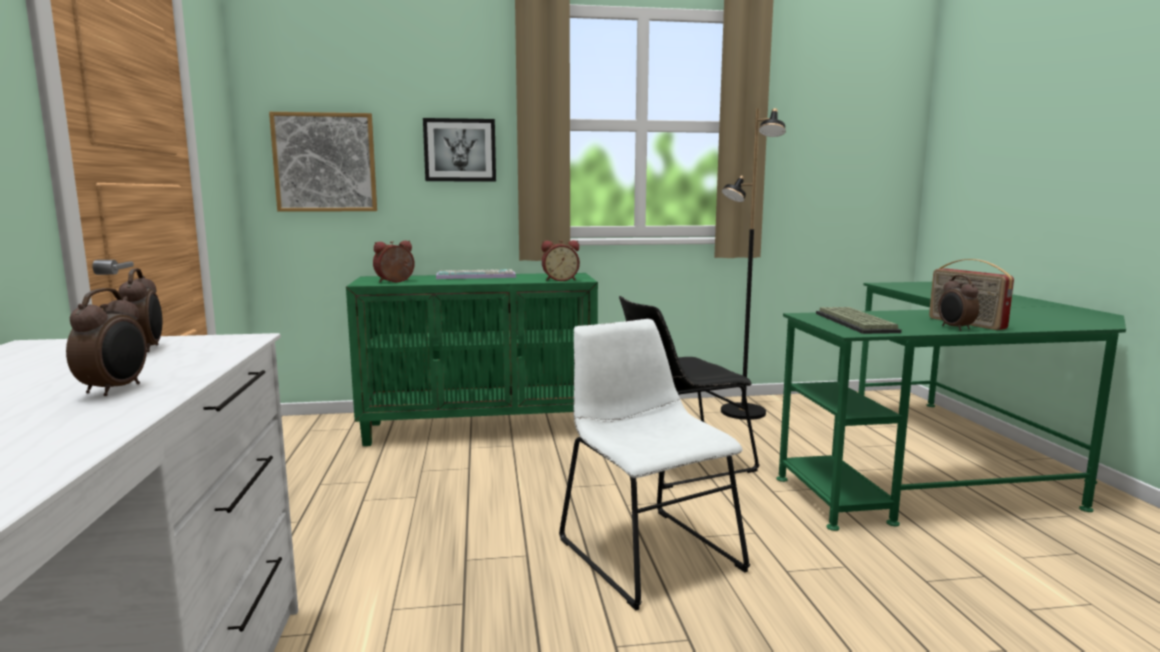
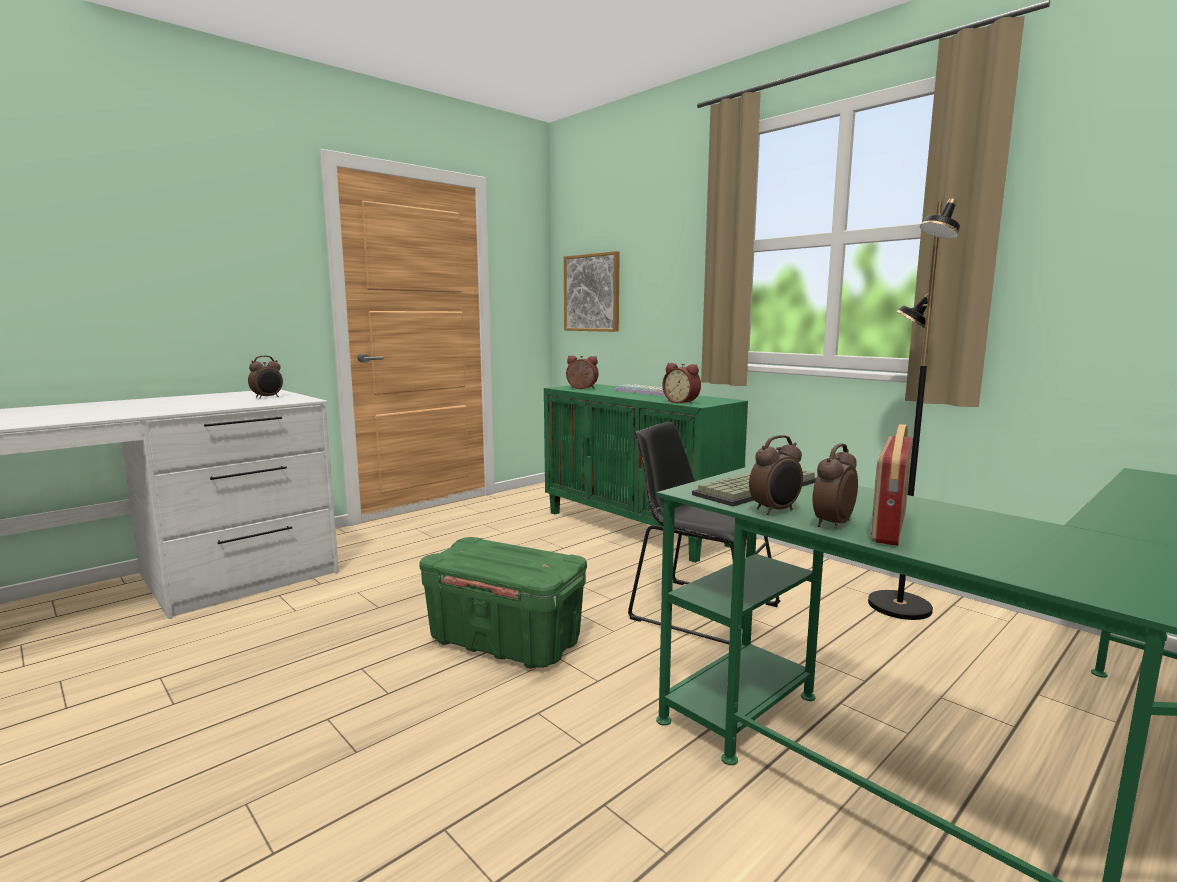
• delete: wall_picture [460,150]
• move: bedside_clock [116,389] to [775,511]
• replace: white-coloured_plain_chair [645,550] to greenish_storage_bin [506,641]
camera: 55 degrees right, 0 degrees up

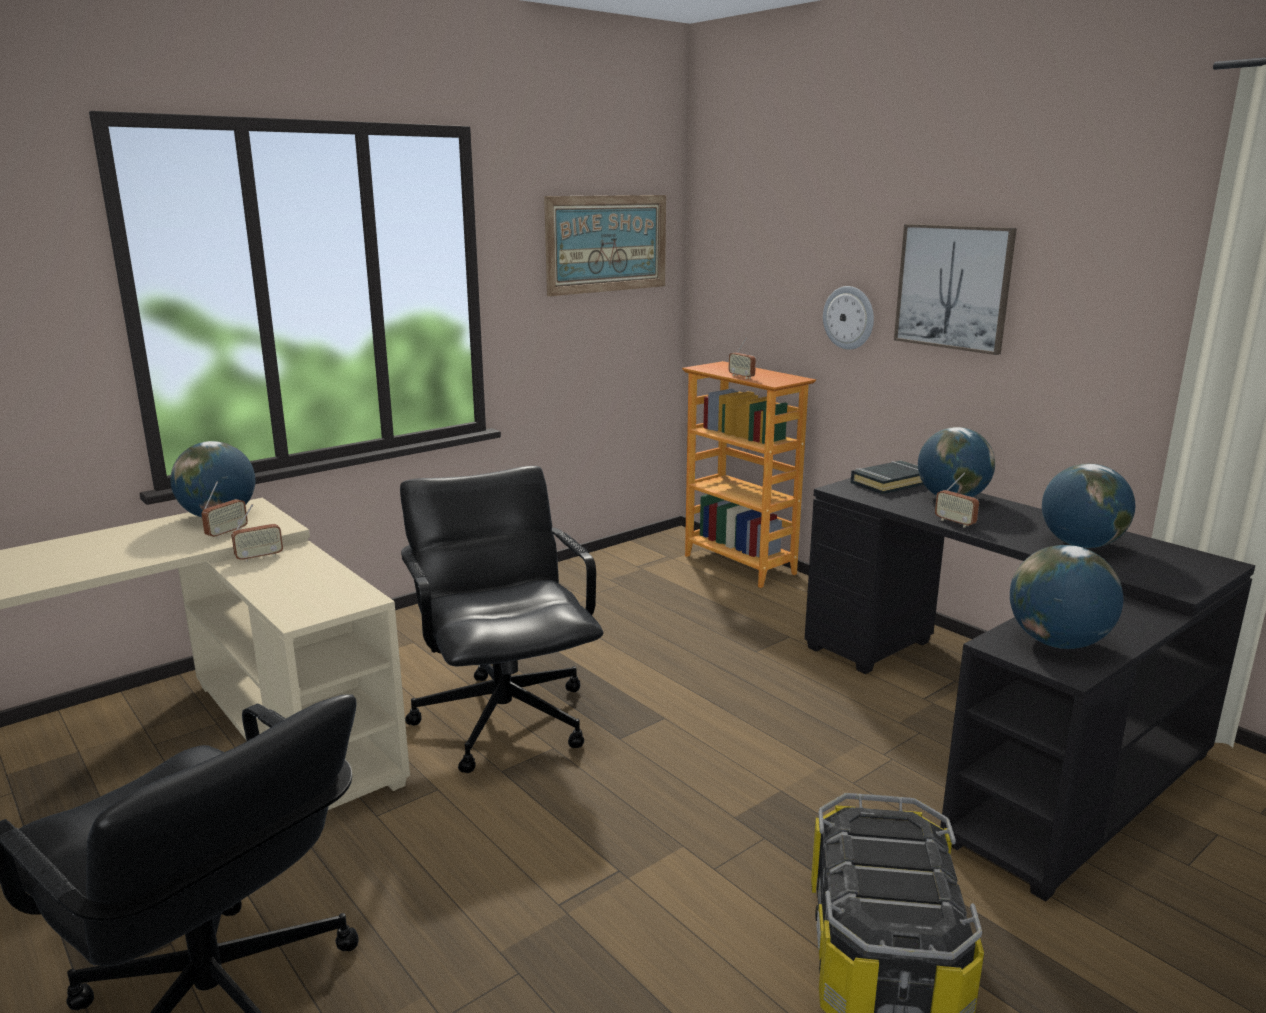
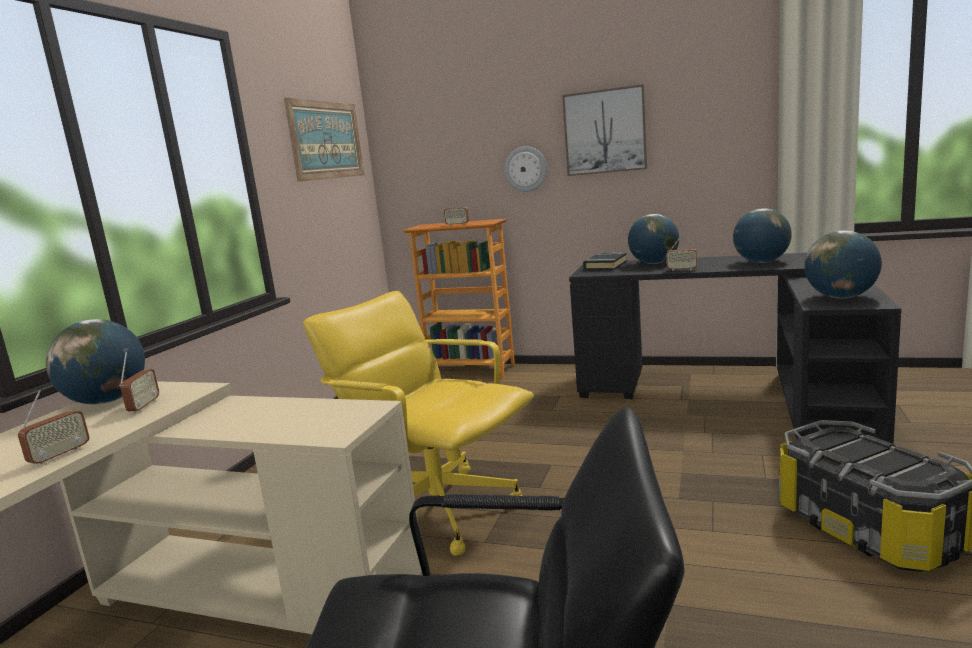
• recolor: black-coloured_office_chair [504,719] to yellowish_office_chair [437,510]
• move: radio [259,557] to [60,456]
camera: 30 degrees left, 5 degrees down

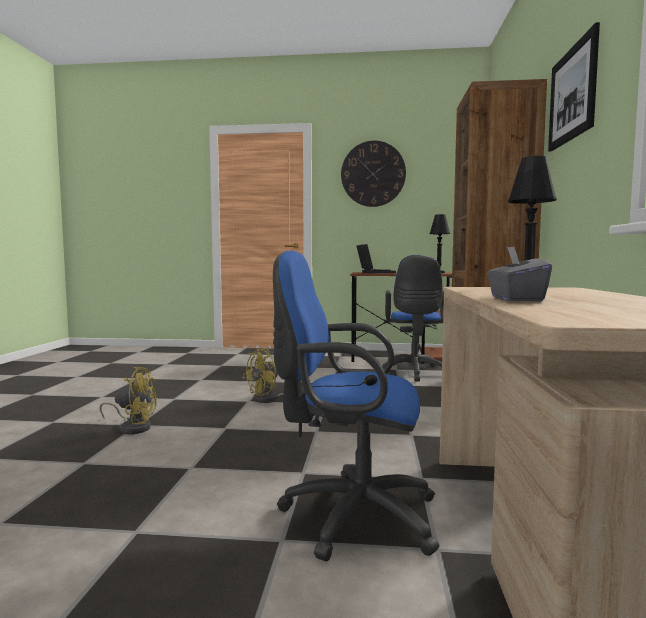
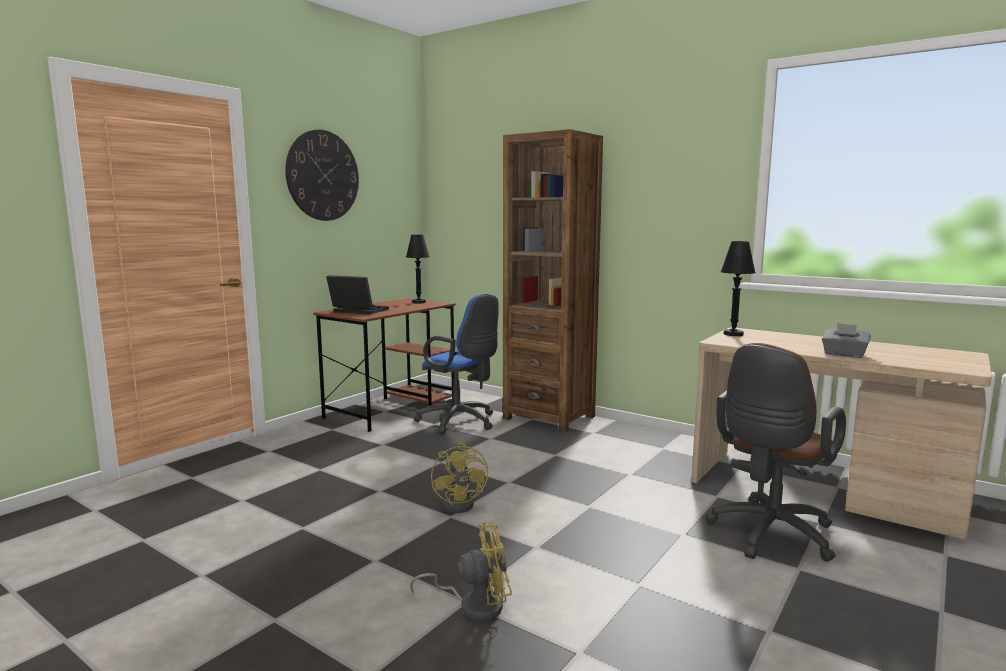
• delete: wall_picture [572,94]
• recolor: blue_office_chair [351,515] to brownish_office_chair [768,535]
• rotate: yellowish_fan [133,427] = [473,605] 45 degrees clockwise
camera: 60 degrees left, 5 degrees up

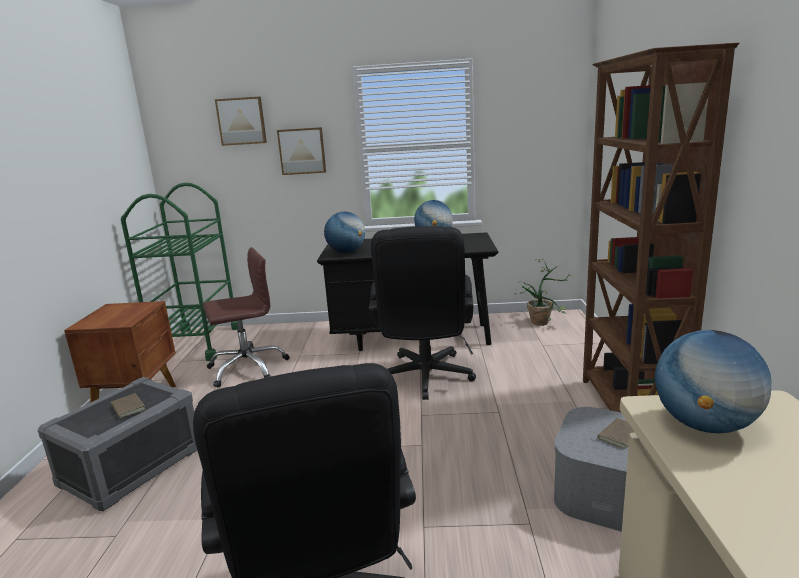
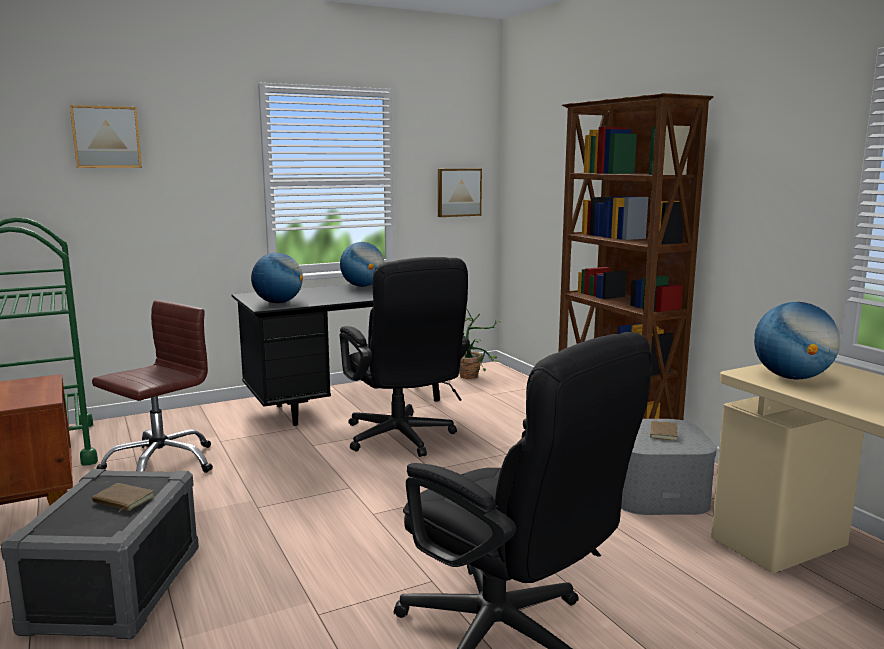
• move: wall_picture [302,151] to [458,192]
camera: 30 degrees left, 5 degrees down

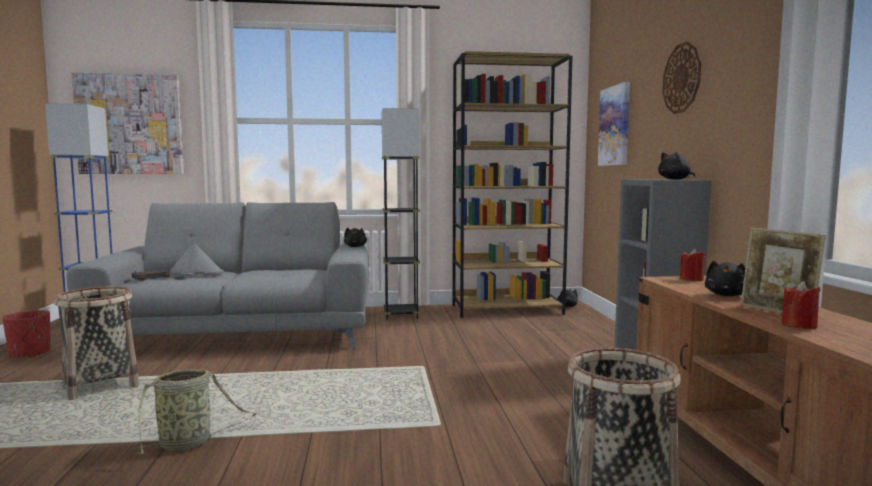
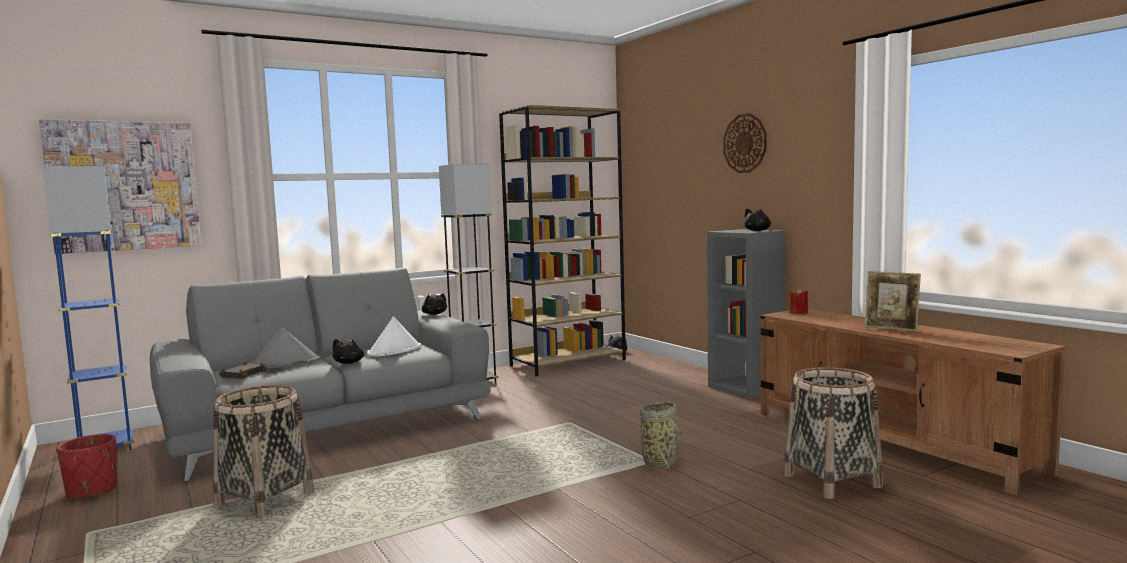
• delete: wall_picture [615,126]
• move: black-coloured_plush_toy [727,295] to [349,362]
• delete: red-coloured_wax_candle [799,325]
• move: household_basket [189,443] to [661,462]
• insert: white-coloured_wearable_hat [395,351]
camera: 25 degrees left, 0 degrees up

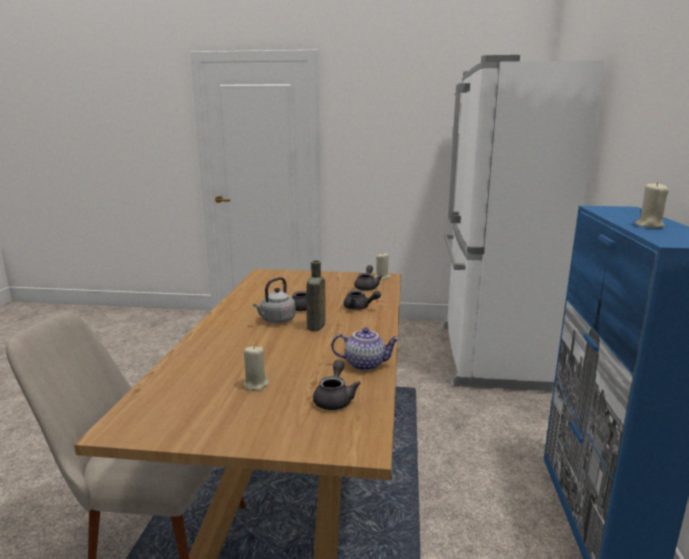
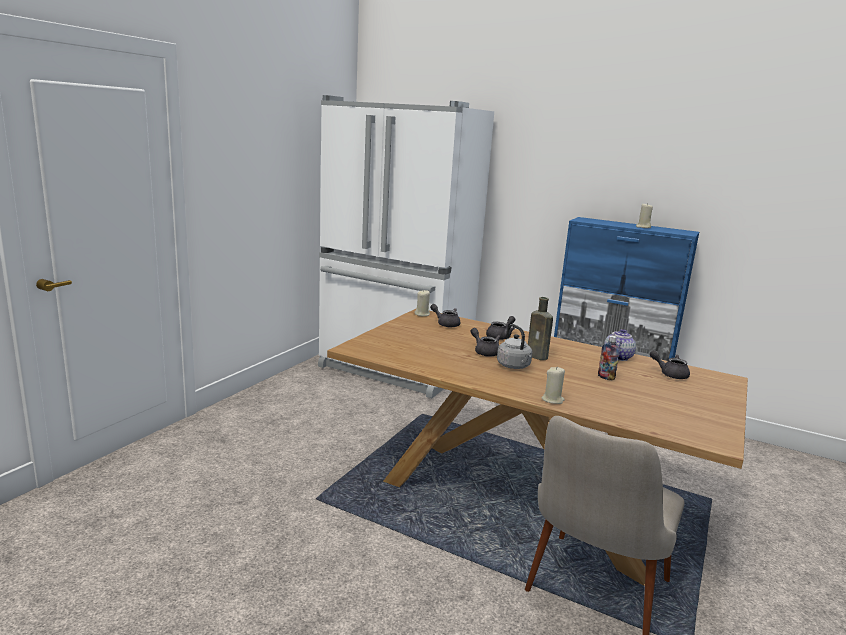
• move: beige_wax_candle [256,384] to [552,400]
• insert: bottle [606,377]
camera: 70 degrees left, 0 degrees up

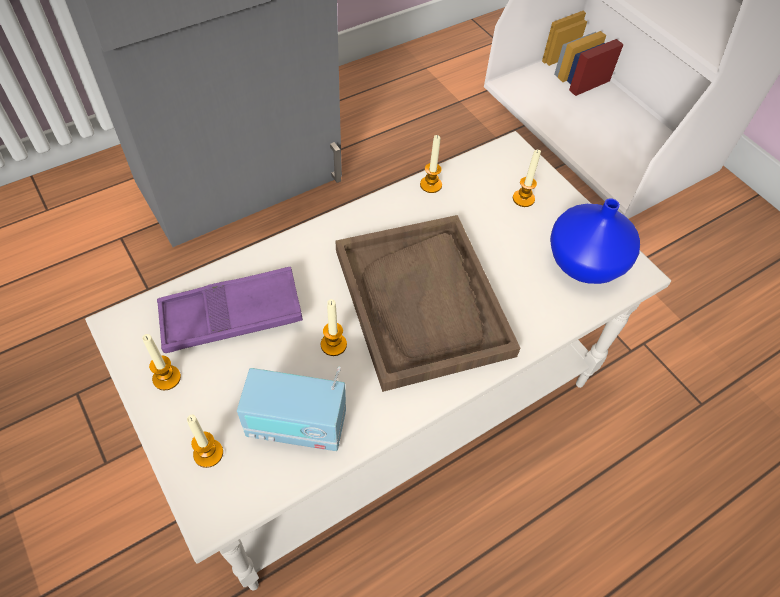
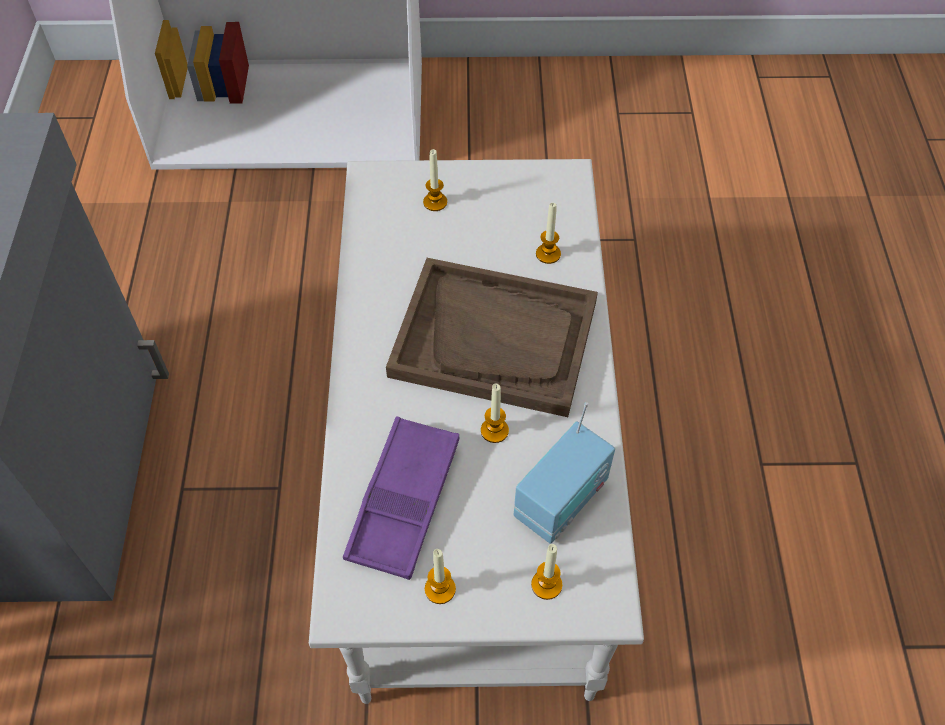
• move: wax_candle [431,185] to [548,254]
• delete: blue_decorative_vase [583,262]
camera: 55 degrees left, 0 degrees up

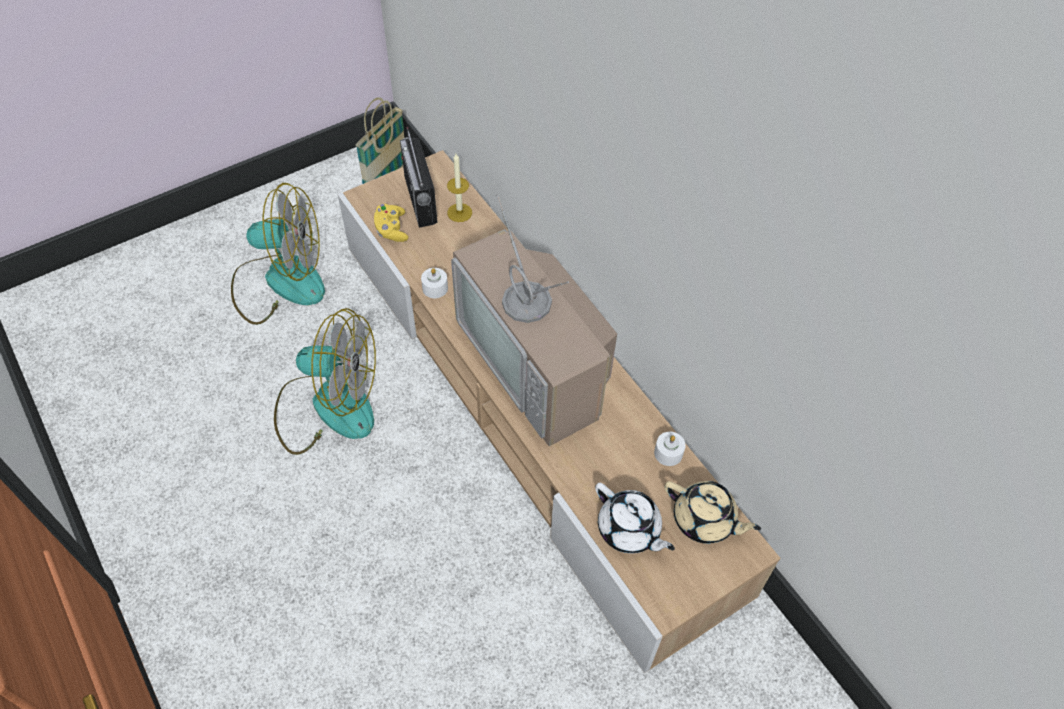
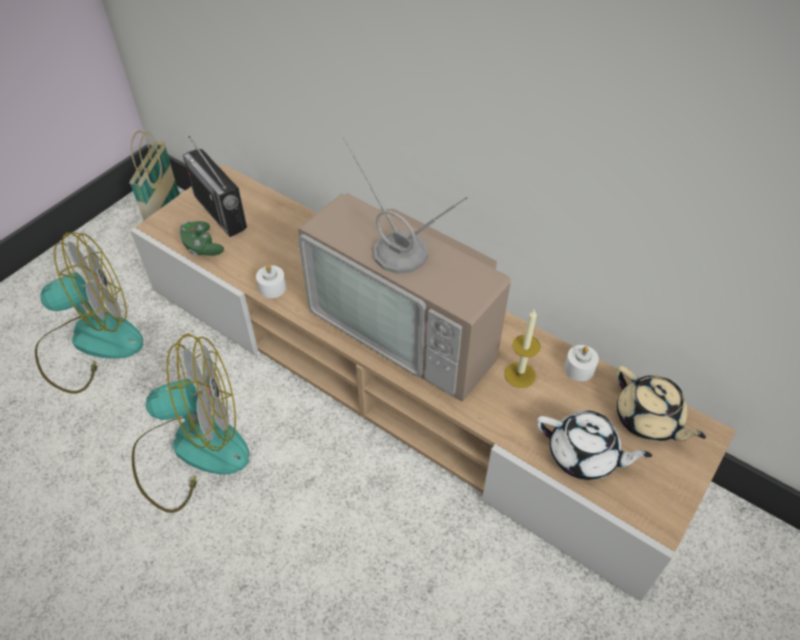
• move: wax_candle [459,212] to [520,375]
• recolor: yellowish_gamepad [391,229] to greenish_gamepad [202,246]
• rotate: beige_tea_pot [704,520] = [648,420] 45 degrees clockwise
camera: 20 degrees left, 5 degrees down

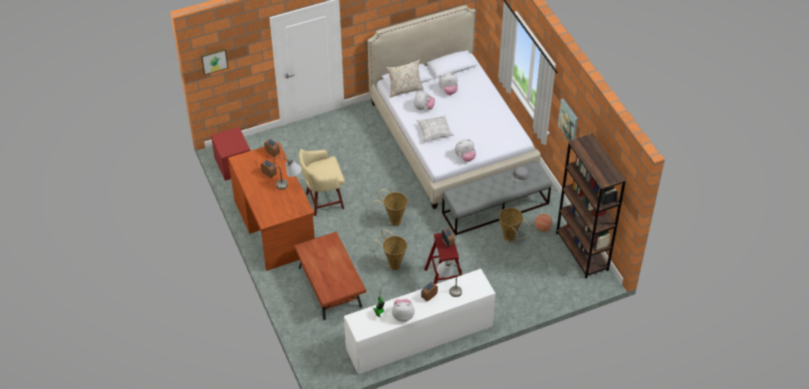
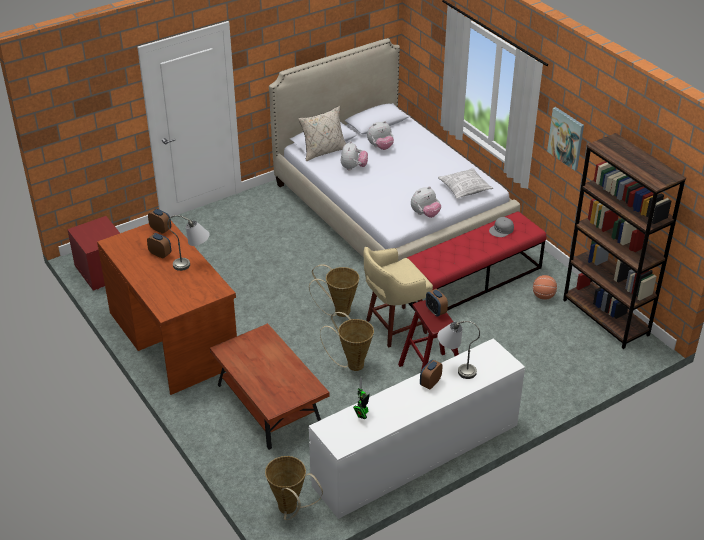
• delete: wall_picture [214,60]
• move: throw_pillow [434,132] to [464,189]
• move: beige_stool [323,201] to [394,327]
• recolor: greyish_indoor_bench [495,208] to red-coloured_indoor_bench [473,281]
• move: household_basket [510,239] to [290,510]
• delete: plush_toy [403,315]
camera: 10 degrees left, 10 degrees down

